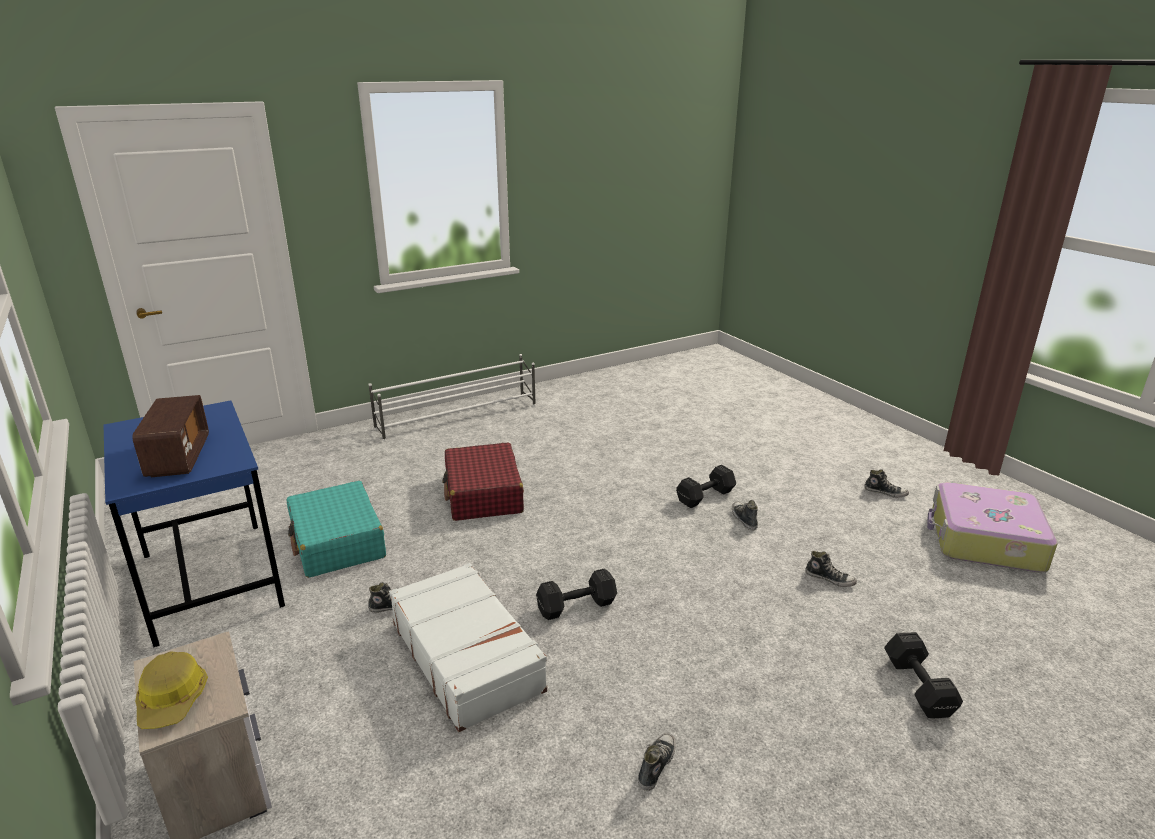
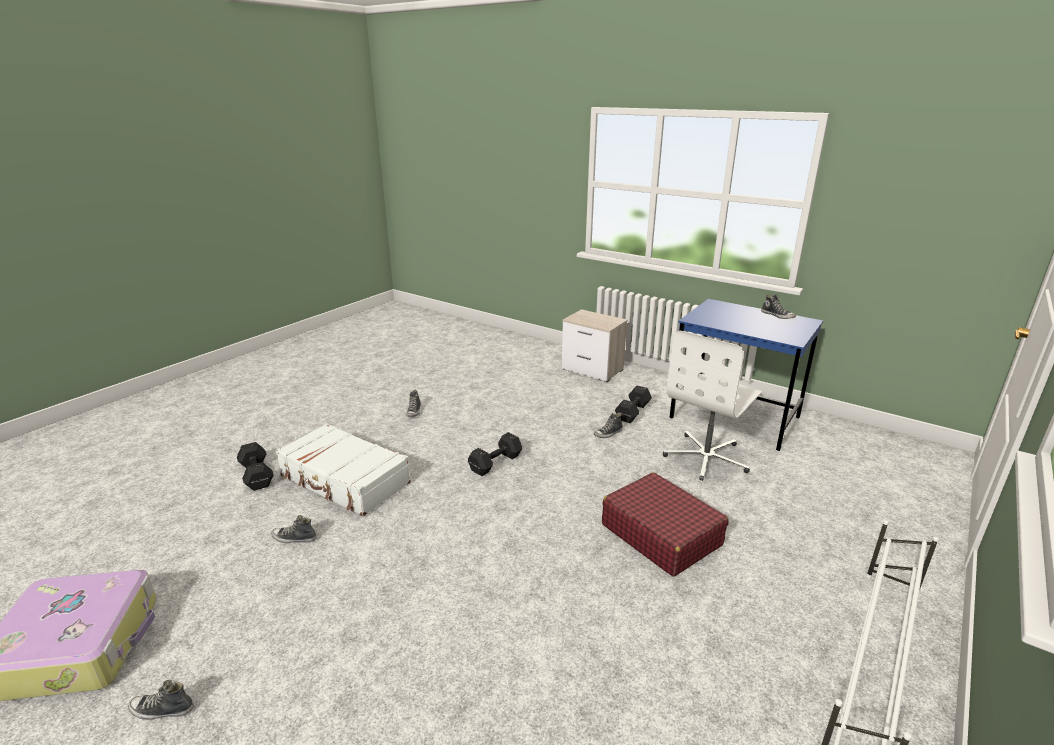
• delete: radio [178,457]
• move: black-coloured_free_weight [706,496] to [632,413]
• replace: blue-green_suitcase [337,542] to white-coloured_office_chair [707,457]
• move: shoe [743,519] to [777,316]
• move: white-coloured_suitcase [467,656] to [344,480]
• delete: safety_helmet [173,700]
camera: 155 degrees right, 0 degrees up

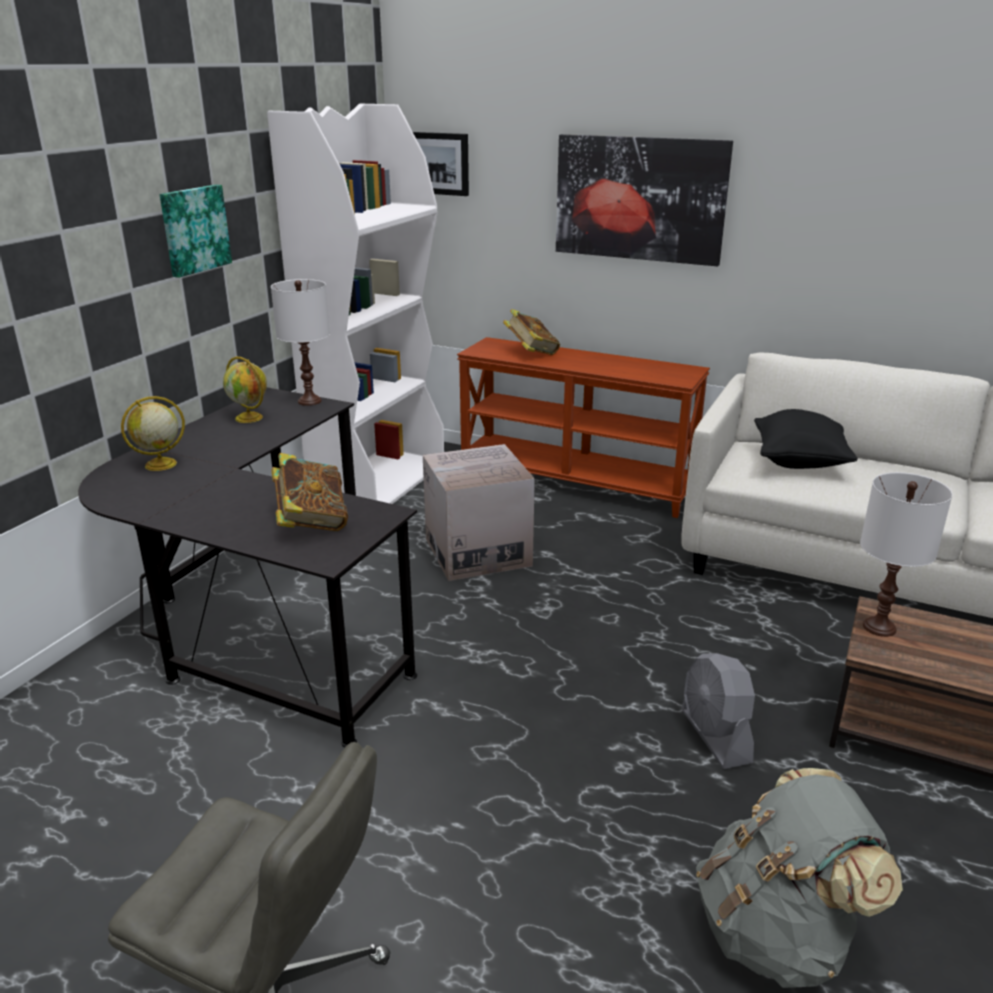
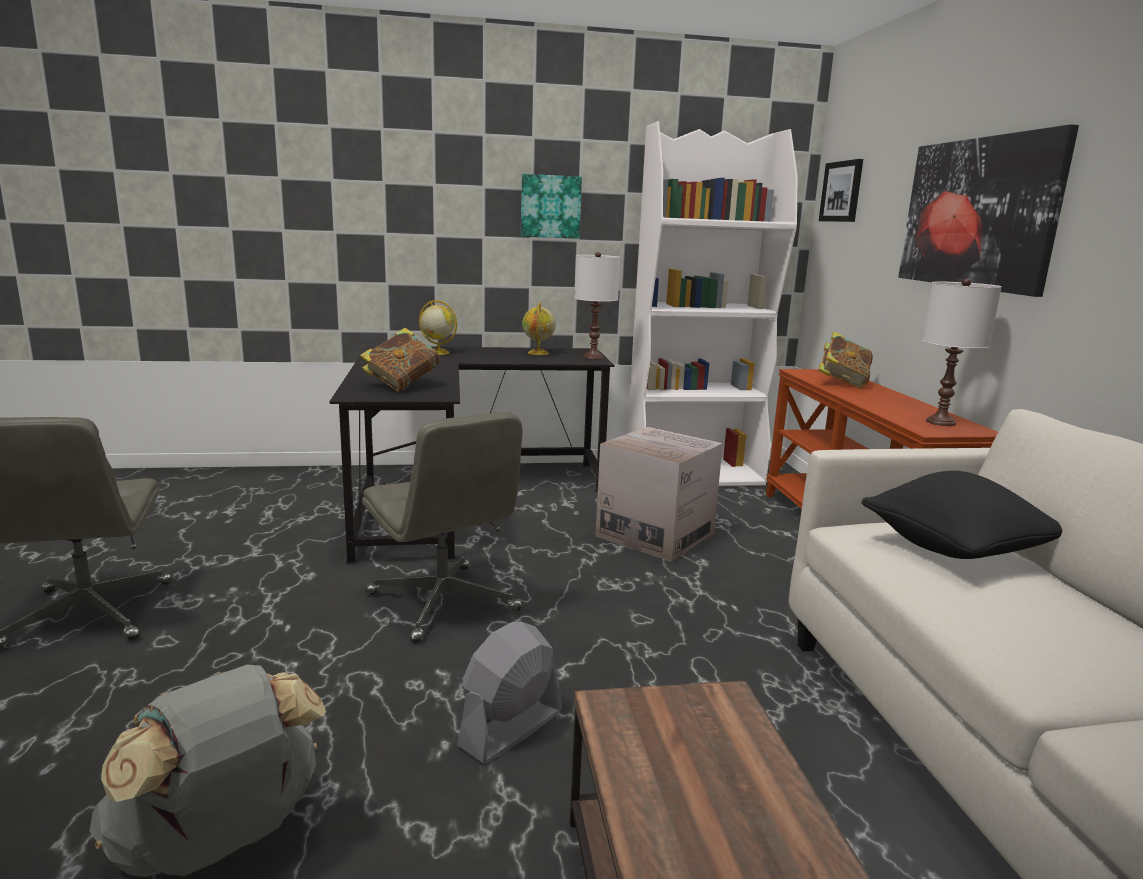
• move: white-coloured_table_lamp [878,627] to [940,422]
• insert: greyish_office_chair [444,603]
camera: 55 degrees right, 10 degrees down

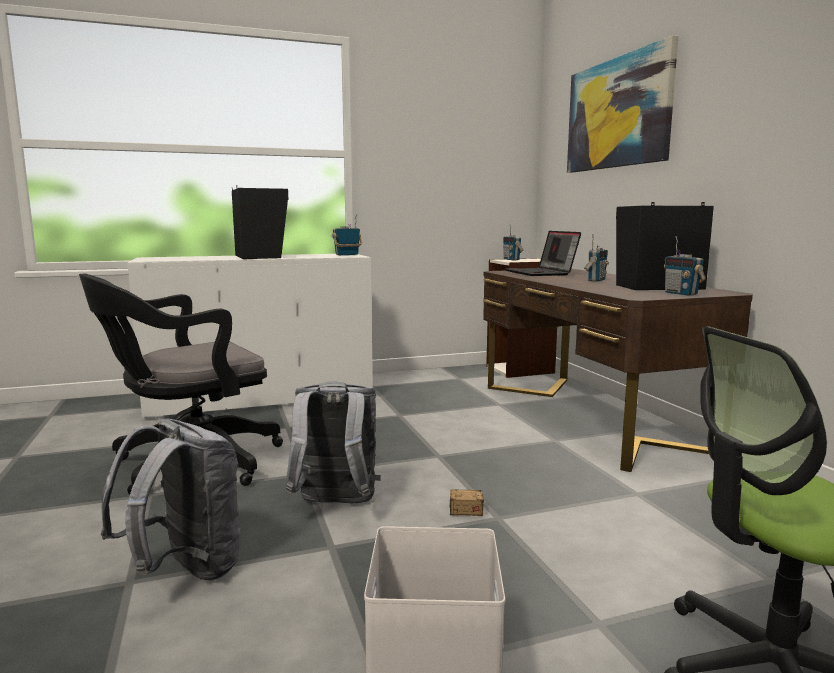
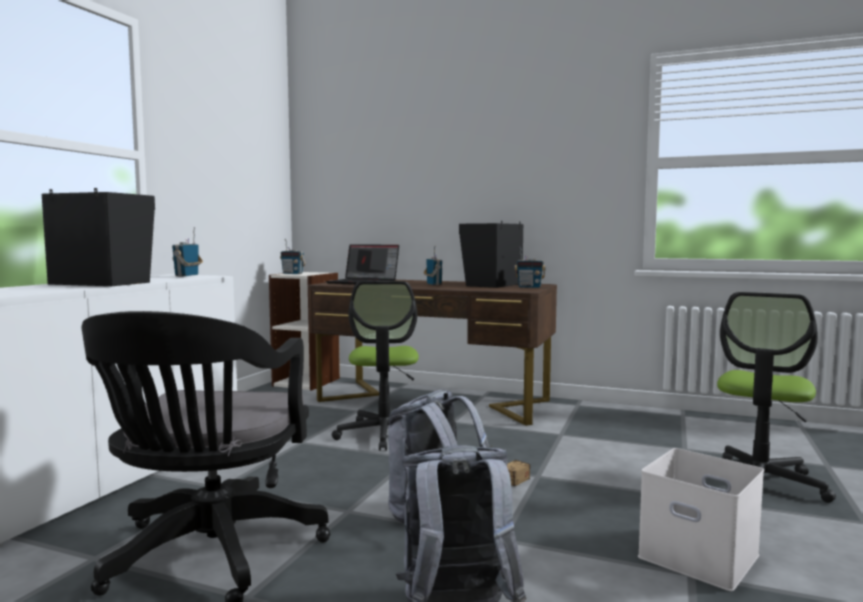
• delete: wall_picture [617,113]
• insert: office_chair [384,434]
camera: 50 degrees left, 5 degrees down

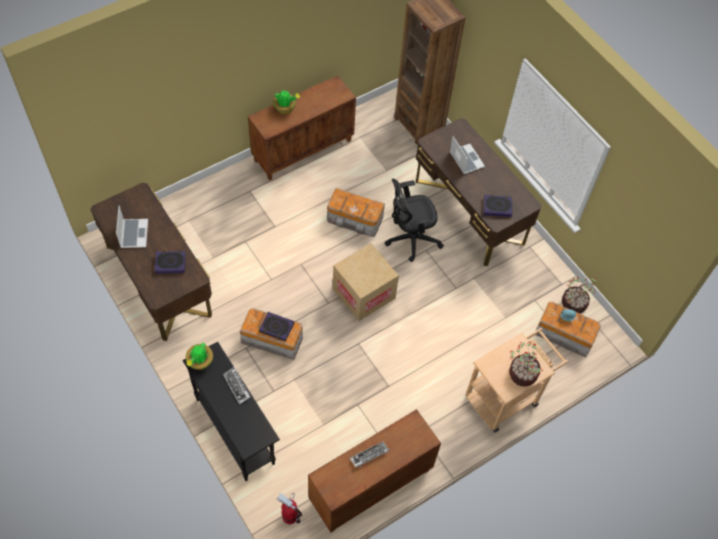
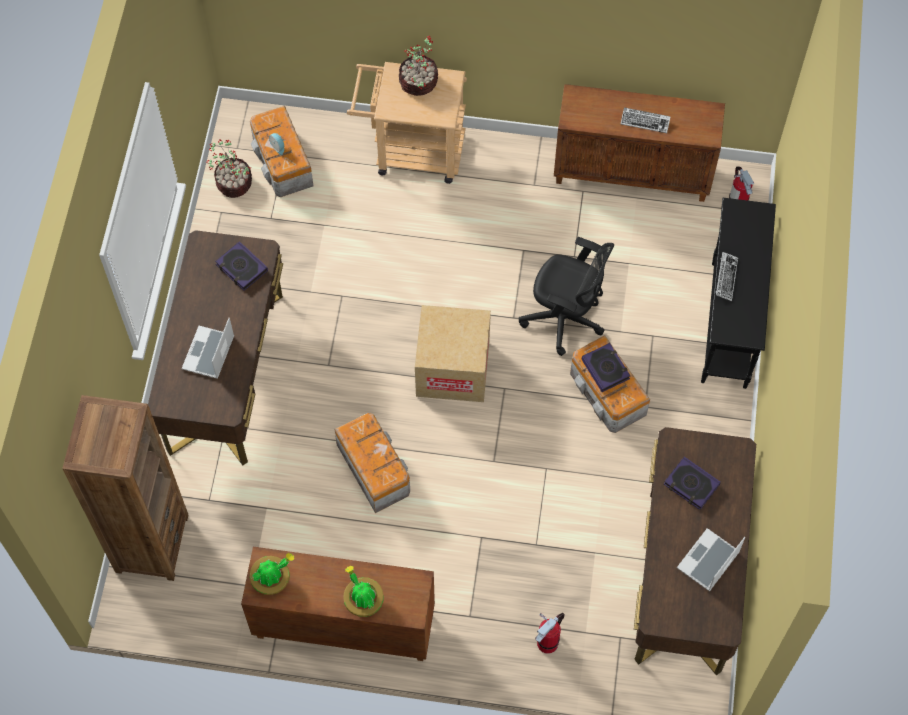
• move: black-coloured_office_chair [410,239] to [565,319]
• move: plant_in_a_pot [200,362] to [272,580]
• insert: fire_extinguisher [547,643]
camera: 135 degrees left, 5 degrees up

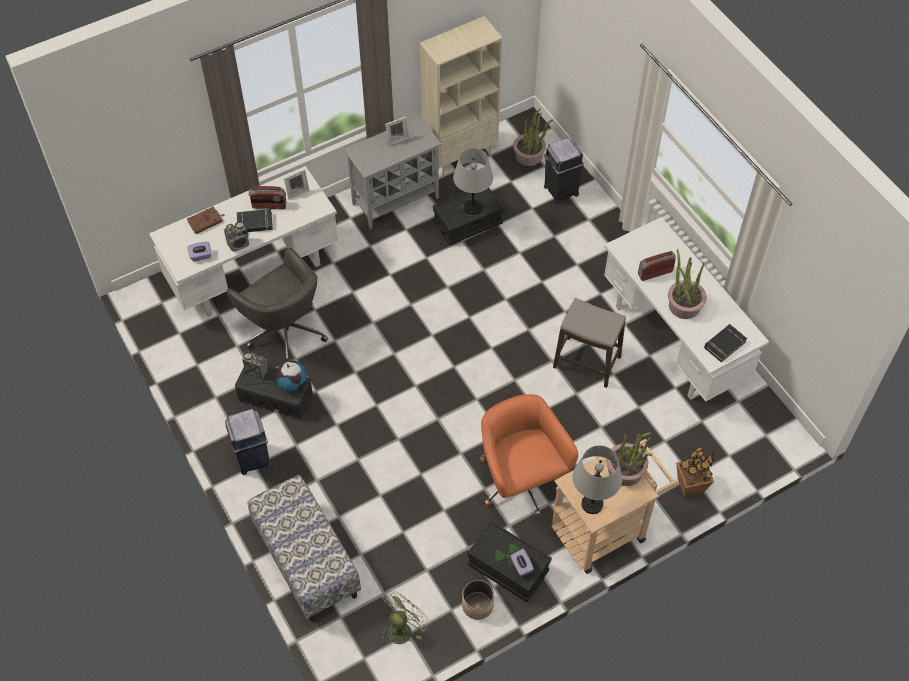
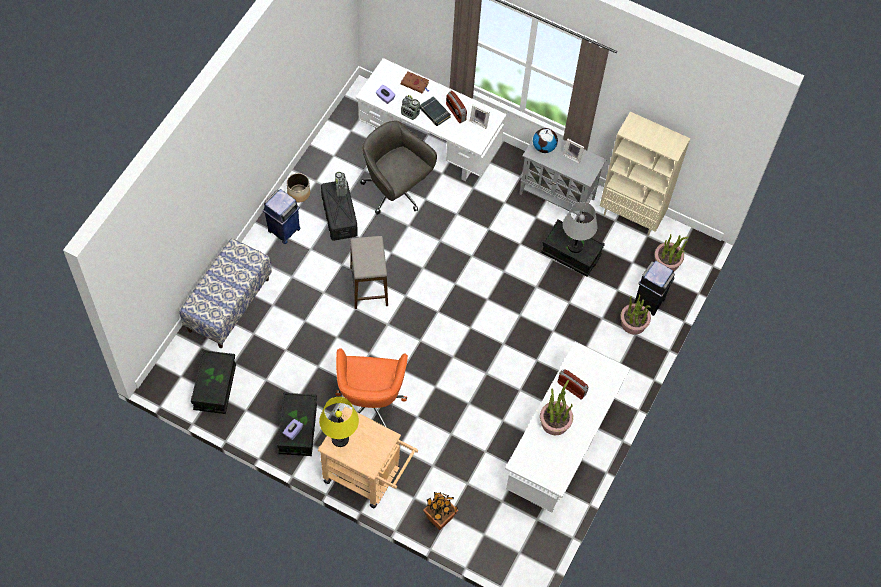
• rotate: greyish_office_chair [285,330] = [395,191] 120 degrees clockwise
• move: stool [587,362] to [368,287]
• delete: black-coloured_bound_book [724,344]
• move: globe [292,383] to [544,147]
• rotate: orangey_office_chair [520,482] = [370,403] 150 degrees clockwise
• move: plant_in_a_pot [625,471] to [633,323]
• recolor: greyish_table_lamp [591,504] to yellowish_table_lamp [340,439]
• move: plant_pot [477,605] to [299,193]
• replace: greenish_fan [402,628] to black-coloured_storage_bin [215,387]
camera: 55 degrees right, 5 degrees up

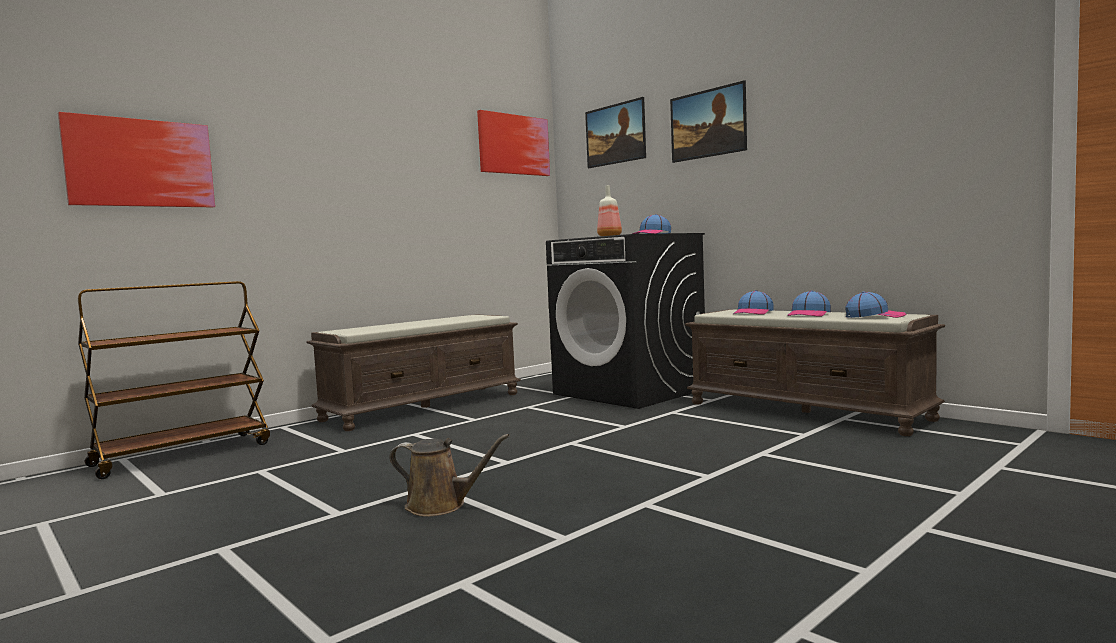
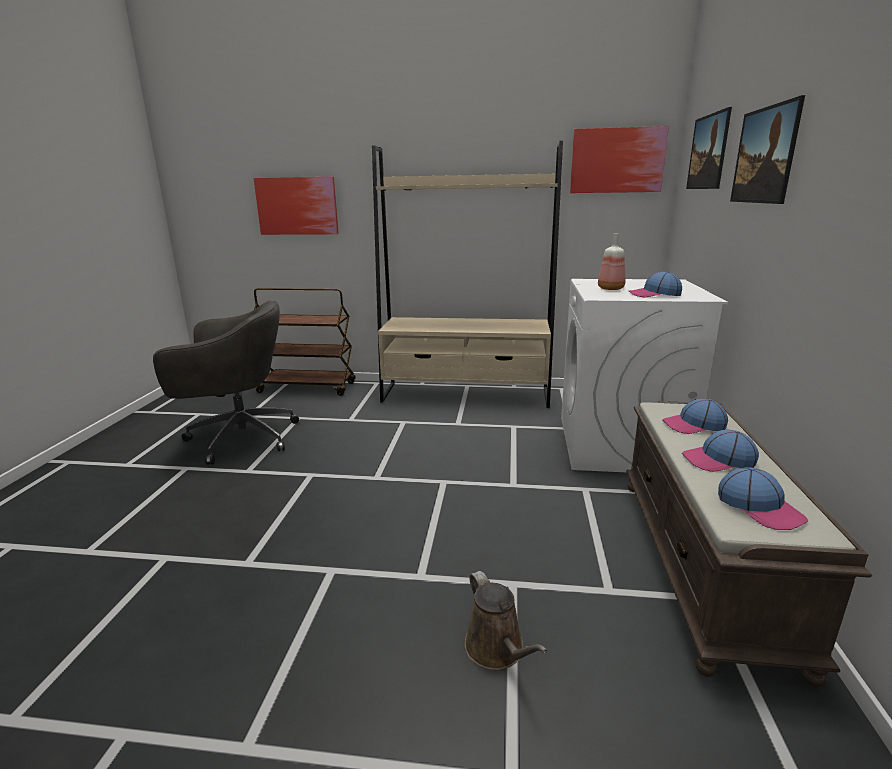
• recolor: black-coloured_laundry_machine [630,392] to white-coloured_laundry_machine [620,445]
• replace: brownish_indoor_bench [424,406] to beige_shelving_unit [466,395]
• move: brownish_sprinkling_can [441,505] to [497,650]
• insert: greyish_office_chair [239,438]
camera: 50 degrees right, 15 degrees up

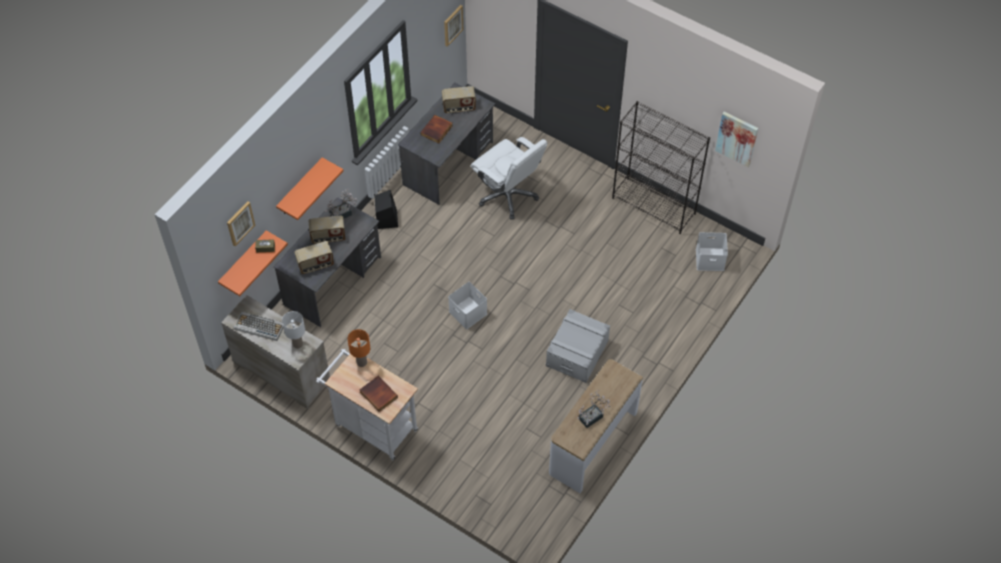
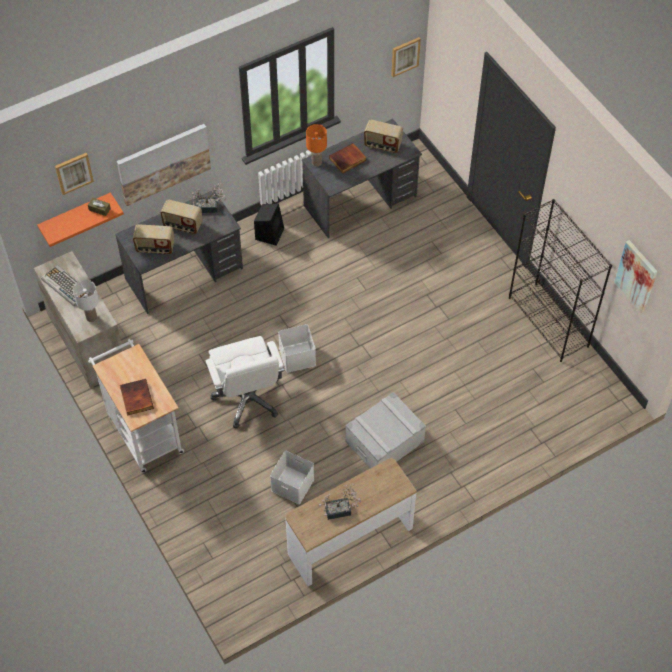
• move: white-coloured_office_chair [508,195] to [248,398]
• replace: orangey_shelf [300,188] to wall_picture [163,163]
• move: white-coloured_storage_bin [709,260] to [291,485]
• move: orangey_table_lamp [361,362] to [316,162]
camera: 25 degrees right, 0 degrees up

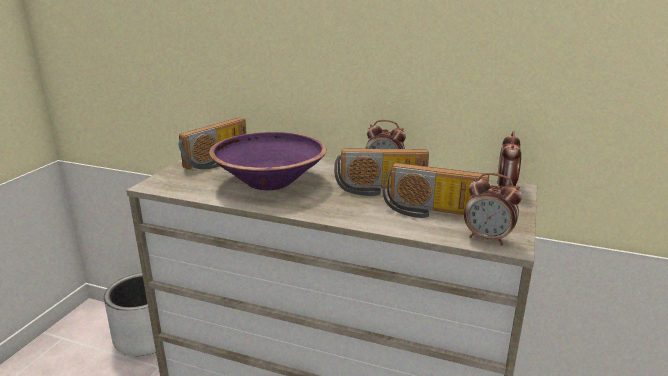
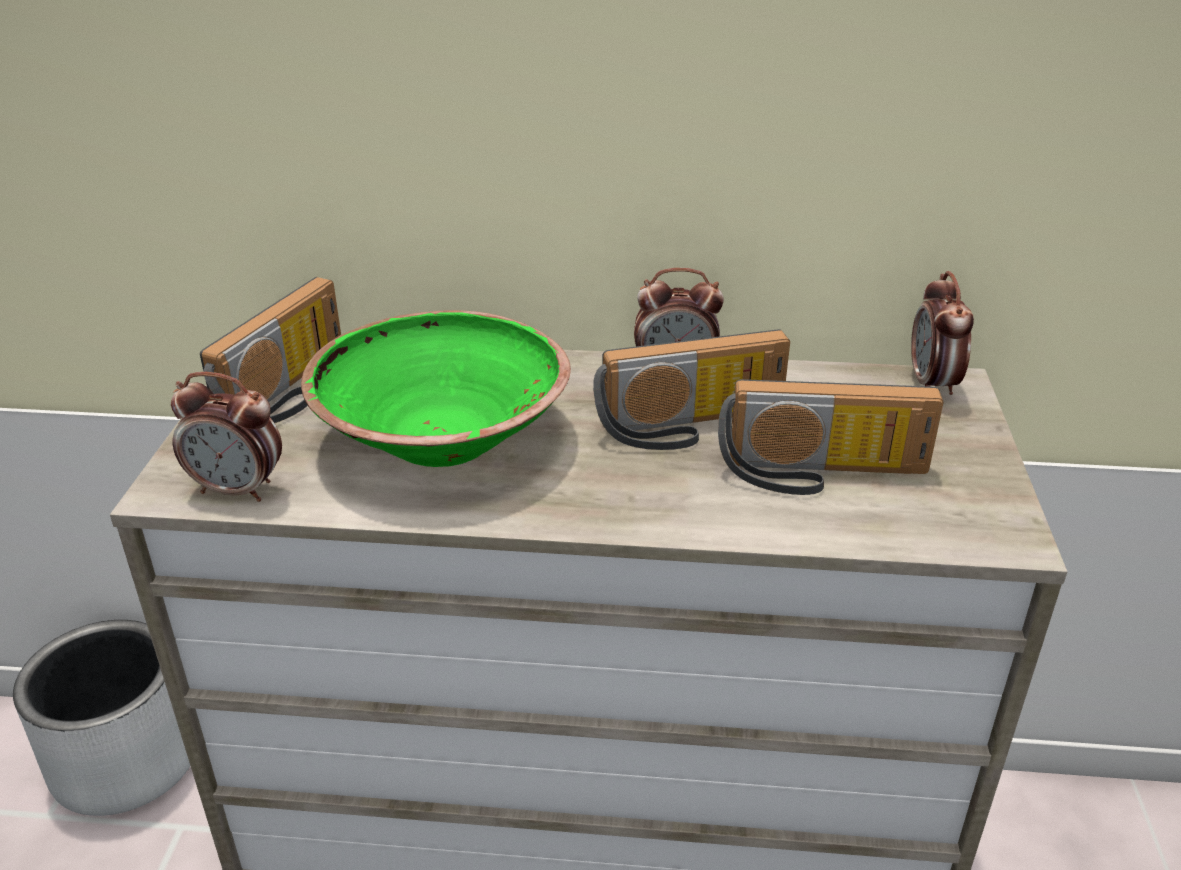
• recolor: purple-coloured_serving_bowl [269,181] to greenish_serving_bowl [441,438]
• move: bedside_clock [488,238] to [238,490]
camera: 15 degrees left, 10 degrees up

